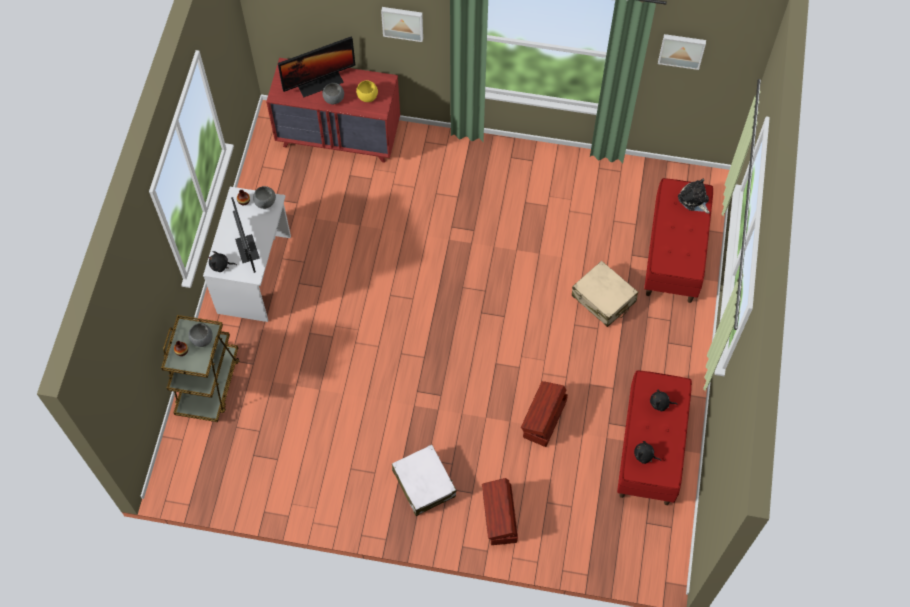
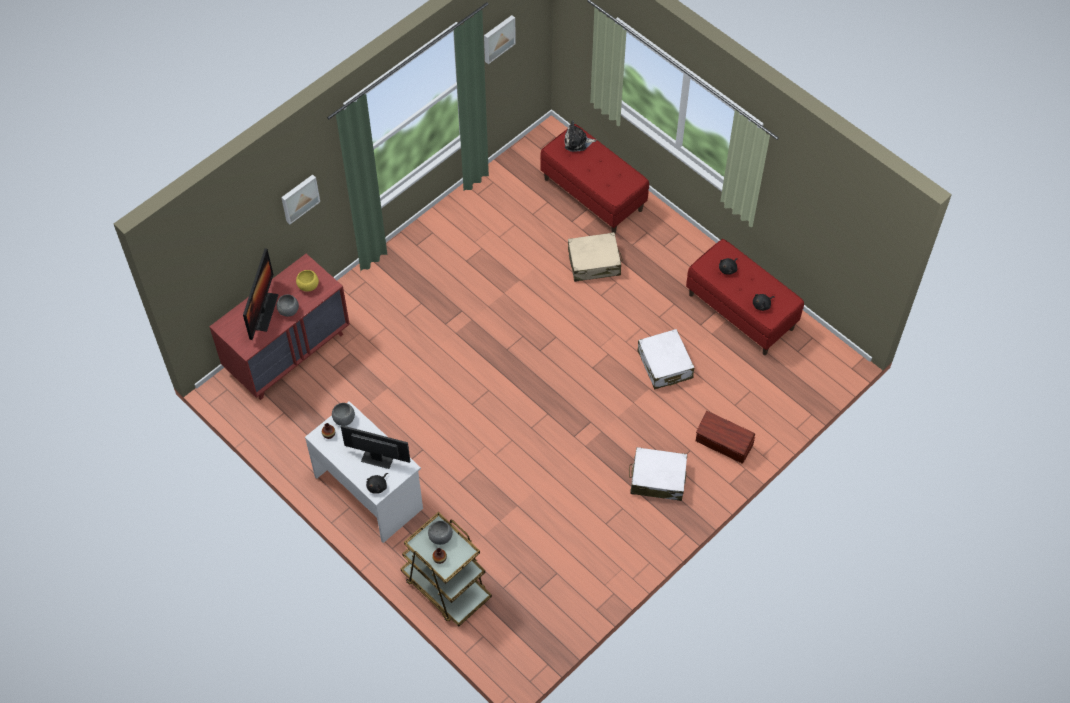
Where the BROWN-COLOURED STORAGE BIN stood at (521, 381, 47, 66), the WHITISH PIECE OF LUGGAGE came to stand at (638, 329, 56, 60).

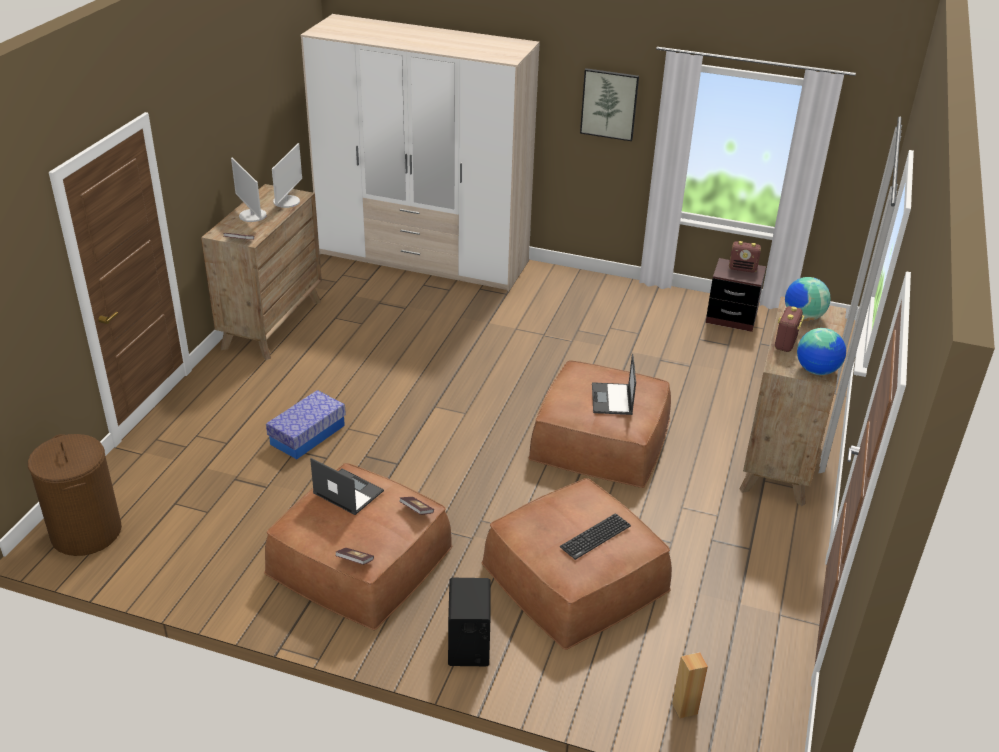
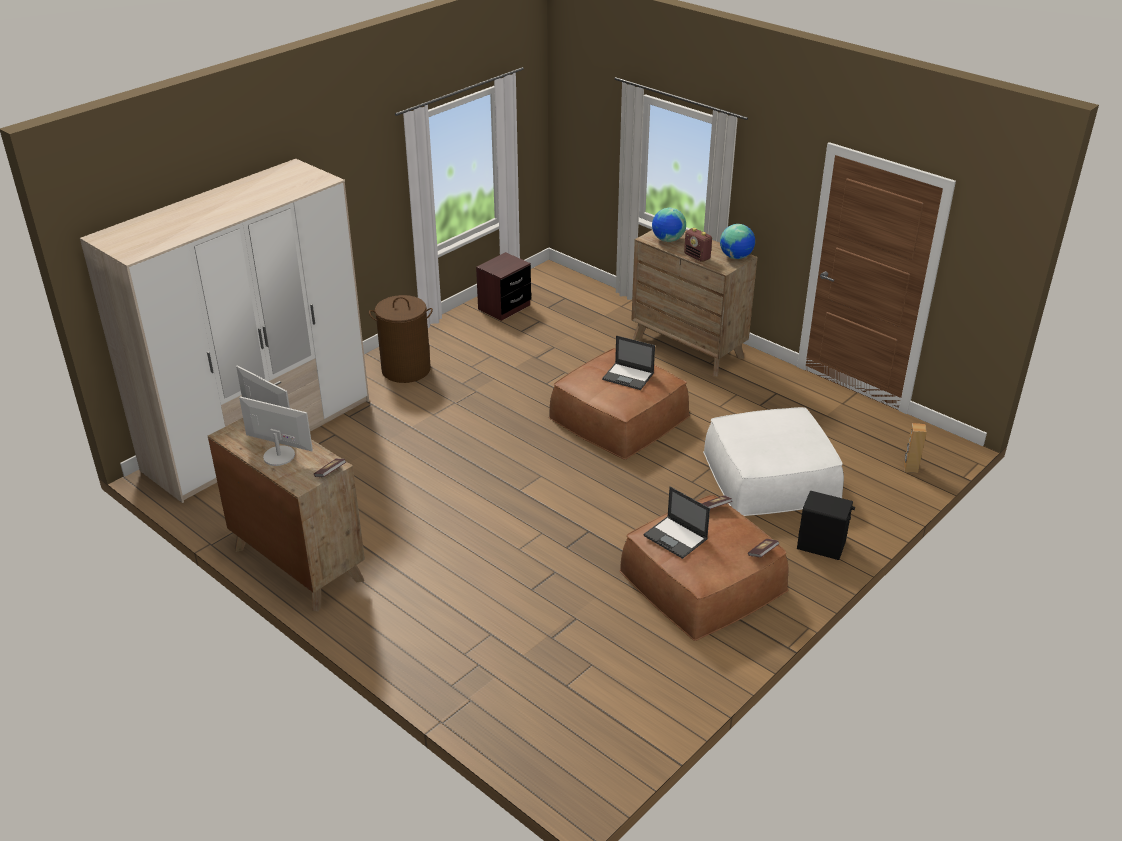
The COMPUTER SCREEN at (231, 158, 36, 64) ended up facing another way, 150 degrees counterclockwise from before.
The BROWN-COLOURED LAUNDRY BASKET ended up elsewhere, having gone from (28, 434, 94, 122) to (369, 295, 64, 88).
The NOTEBOOK COMPUTER at (310, 458, 74, 57) ended up facing another way, 105 degrees counterclockwise from before.
What was the BROWN-COLOURED FOOTREST at (481, 478, 191, 172) turned into the WHITISH FOOTREST at (703, 407, 141, 109).
The second view lost the STORAGE BIN at (266, 390, 80, 69).
The second view lost the PC KEYBOARD at (560, 513, 71, 47).
The second view lost the WALL ART at (580, 68, 59, 73).
The second view lost the RADIO at (729, 241, 32, 32).

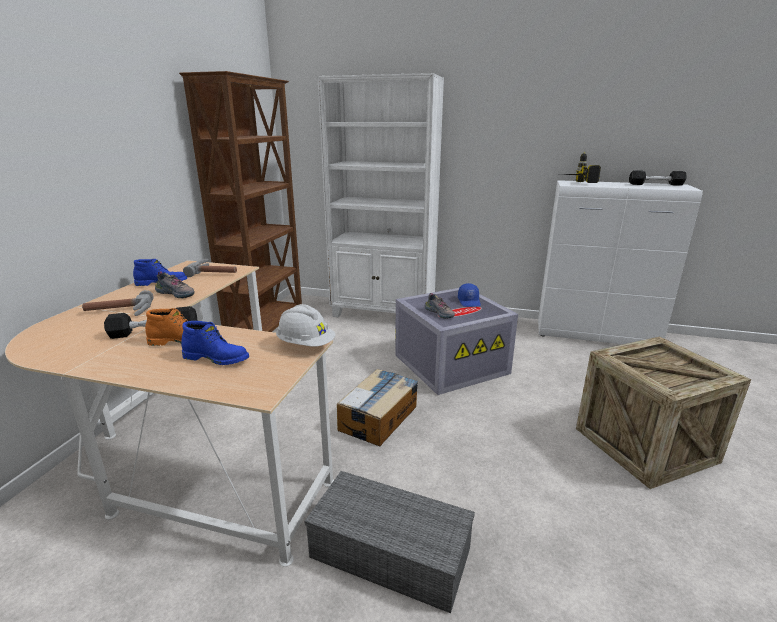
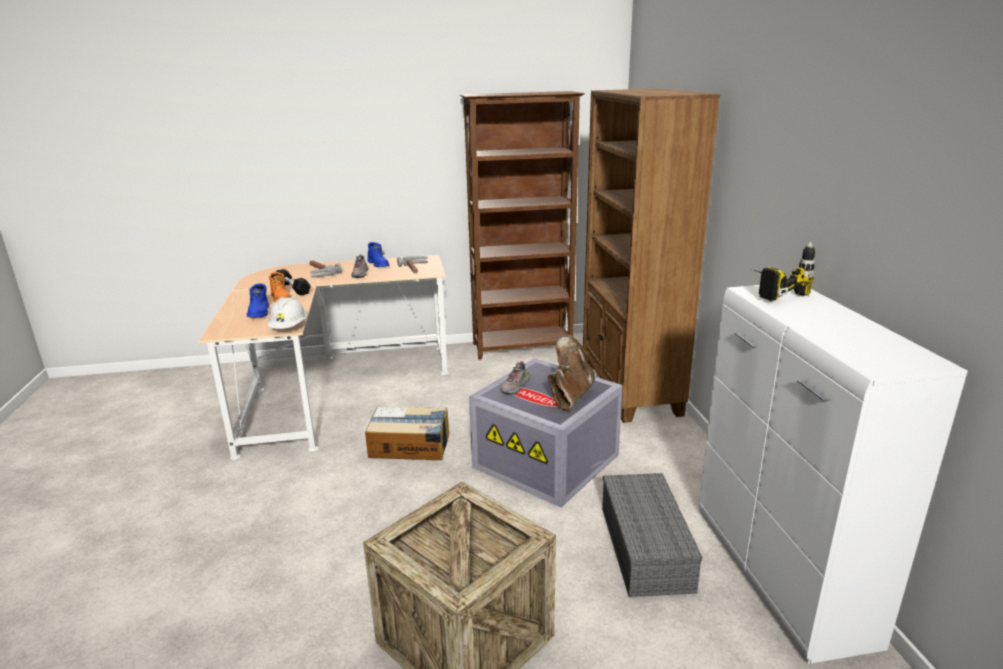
Where the BLUE-COLOURED CAP stood at (458, 283, 23, 24), the BROWN-COLOURED HIGH-TOP BOOT came to stand at (548, 334, 47, 77).
What was the WHITISH BOOKSHELF at (317, 73, 127, 244) turned into the BROWN-COLOURED BOOKSHELF at (583, 89, 137, 334).
The GREYISH STORAGE BIN ended up elsewhere, having gone from (304, 471, 171, 142) to (602, 473, 101, 124).
The second view lost the BLACK-COLOURED HAND WEIGHT at (629, 170, 57, 16).

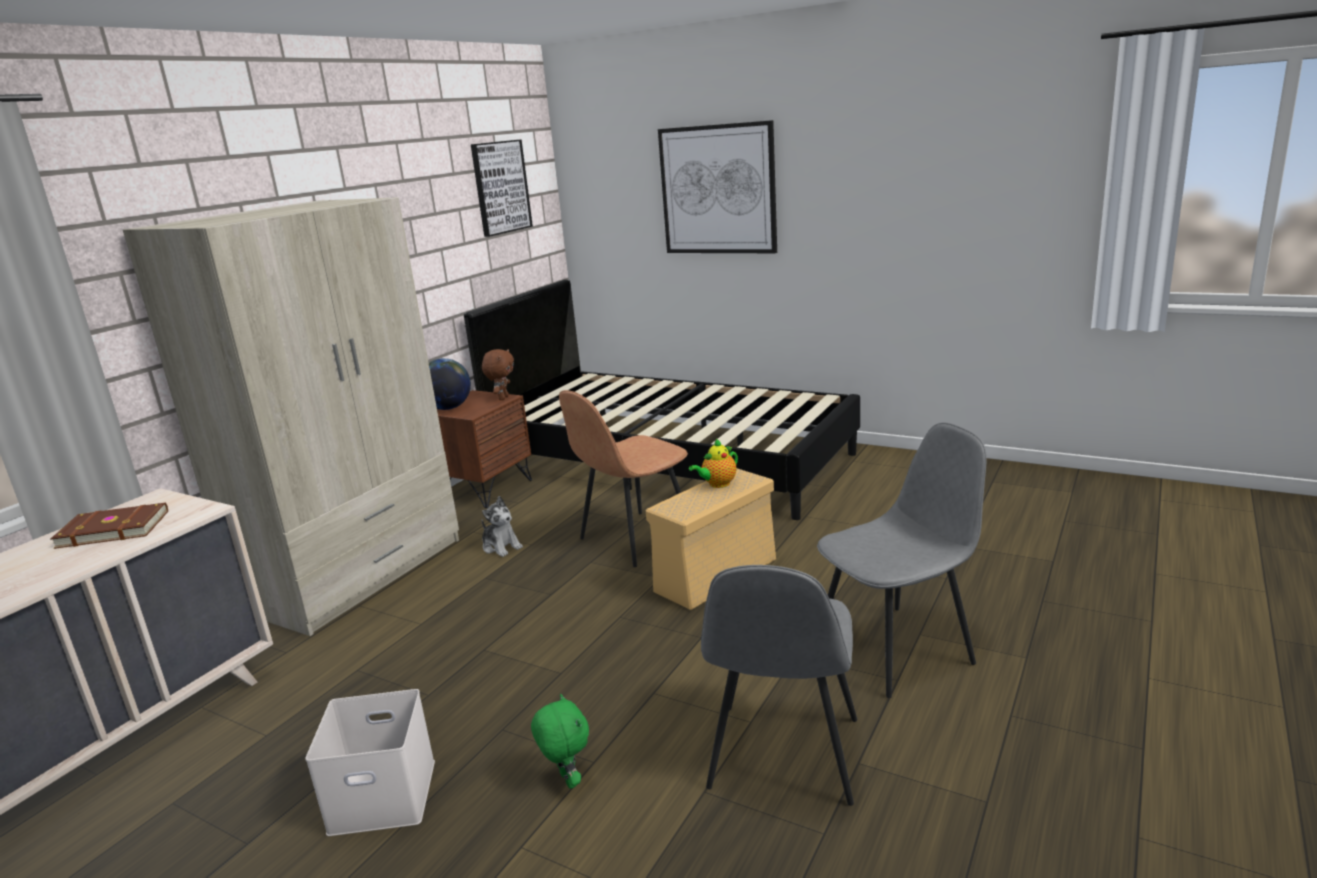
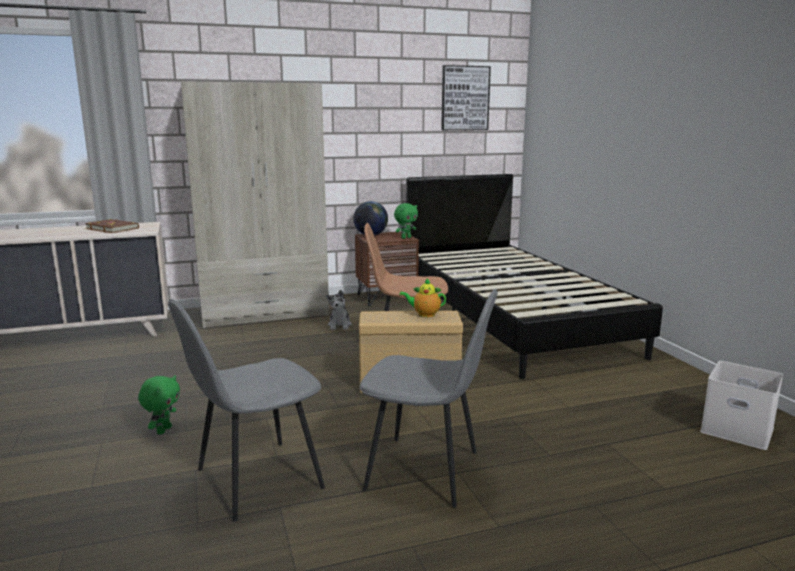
What was the BROWN-COLOURED CUDDLY TOY at (482, 349, 32, 51) turned into the GREEN-COLOURED CUDDLY TOY at (394, 203, 24, 36).
The WHITISH STORAGE BIN ended up elsewhere, having gone from (305, 689, 130, 147) to (700, 361, 83, 89).
The second view lost the WALL ART at (658, 120, 119, 133).

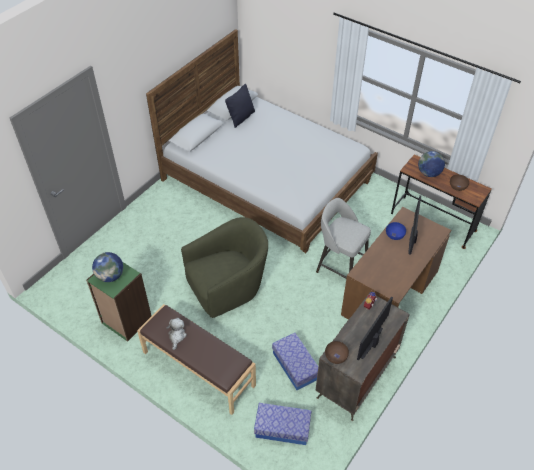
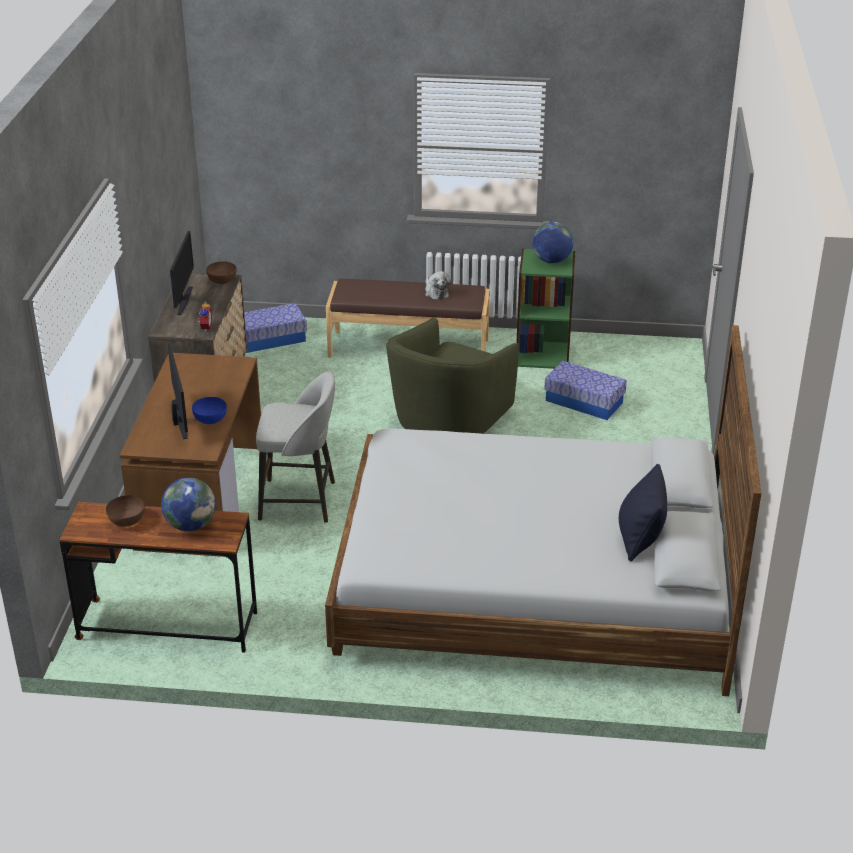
The STORAGE BIN ended up elsewhere, having gone from (272, 333, 46, 57) to (544, 361, 83, 59).

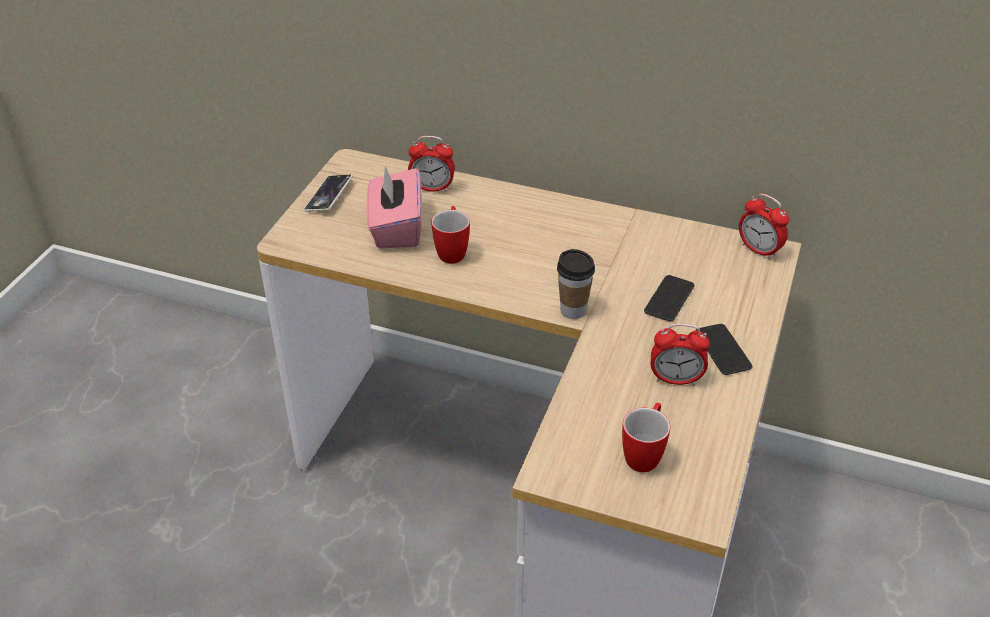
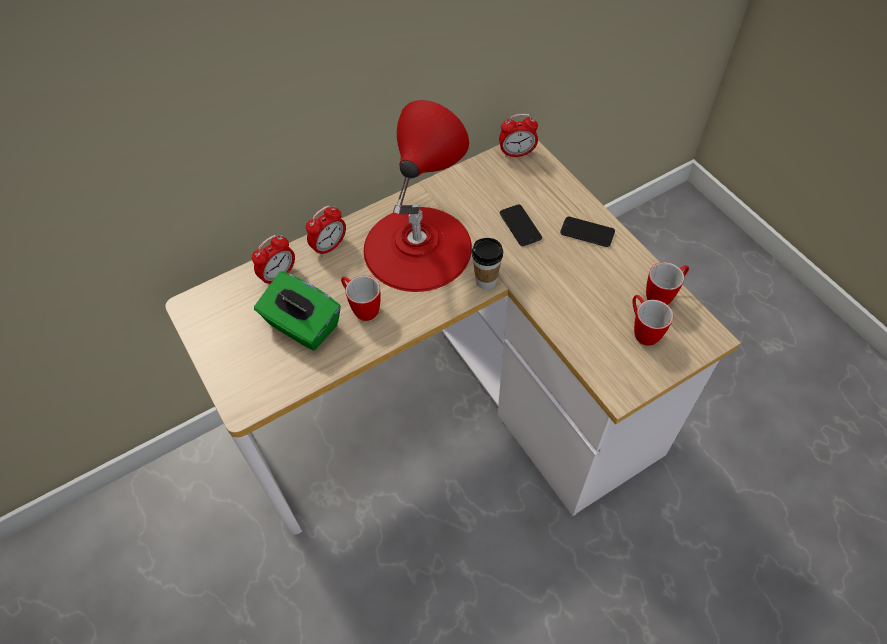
What was the PINKISH TISSUE HOLDER at (366, 166, 56, 82) turned into the GREEN-COLOURED TISSUE HOLDER at (254, 271, 87, 80).
The ALARM CLOCK ended up elsewhere, having gone from (651, 323, 59, 62) to (306, 205, 40, 52).
The second view gained the REDDISH LAMP FOR A TABLE at (364, 100, 108, 192).
The second view gained the MUG at (646, 262, 43, 43).
The second view lost the HANDSET at (304, 175, 49, 37).

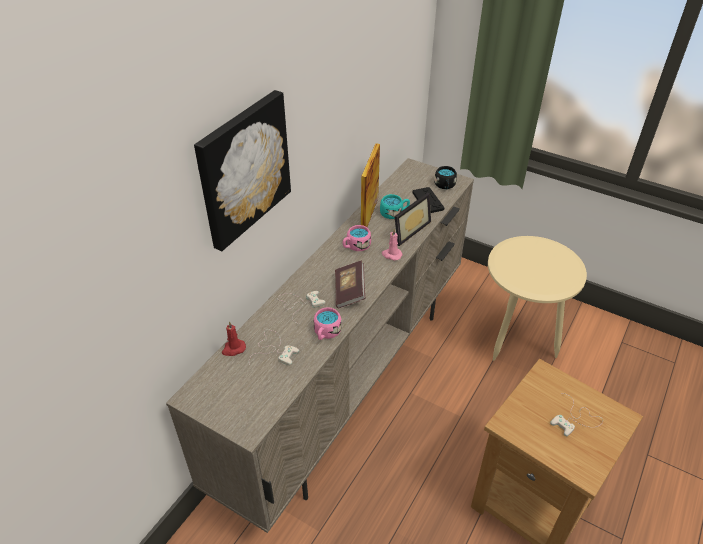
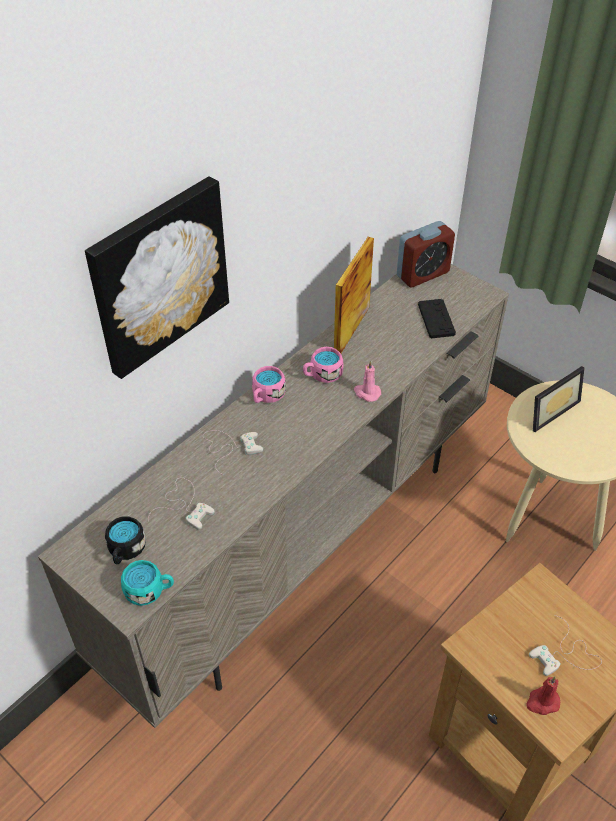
The BLACK-COLOURED MUG ended up elsewhere, having gone from (434, 166, 23, 23) to (105, 516, 41, 48).
The TURQUOISE MUG ended up elsewhere, having gone from (380, 194, 30, 25) to (121, 560, 53, 46).
The PINKISH MUG ended up elsewhere, having gone from (313, 307, 29, 33) to (252, 366, 34, 37).
The second view gained the ALARM CLOCK at (397, 221, 58, 66).
The REDDISH CANDLE ended up elsewhere, having gone from (222, 321, 24, 35) to (526, 676, 34, 39).
The PHOTO FRAME ended up elsewhere, having gone from (394, 193, 37, 53) to (533, 366, 51, 66).
The second view lost the BOUND BOOK at (335, 260, 30, 49).

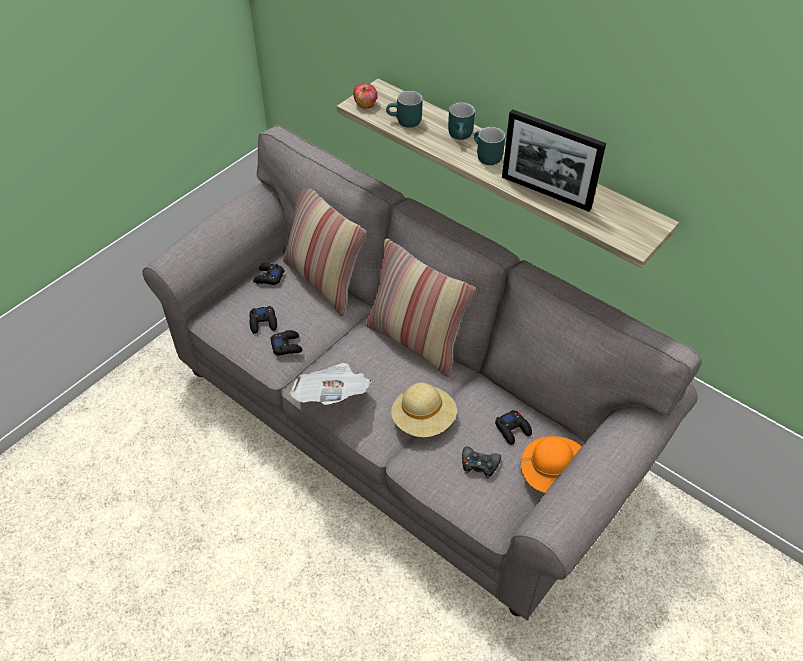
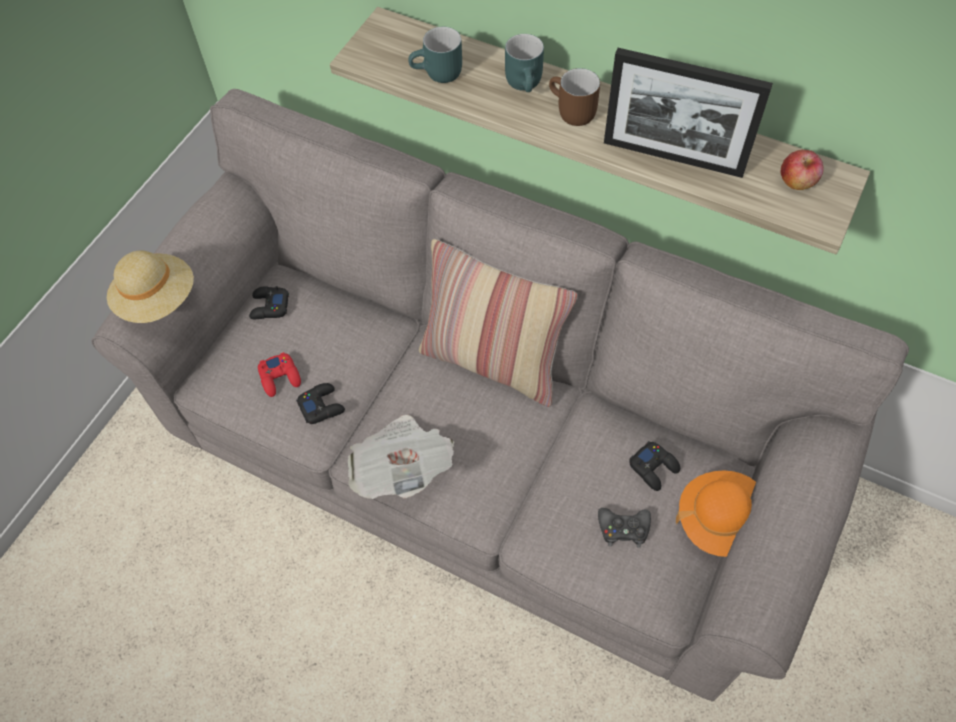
The SAND-COLOURED WEARABLE HAT ended up elsewhere, having gone from (391, 383, 66, 54) to (107, 250, 87, 73).
What was the BLACK-COLOURED GAMEPAD at (249, 306, 28, 28) turned into the REDDISH GAMEPAD at (258, 352, 43, 45).
What was the TURQUOISE MUG at (474, 127, 31, 38) turned into the BROWN-COLOURED MUG at (549, 68, 51, 58).
The APPLE ended up elsewhere, having gone from (353, 83, 25, 26) to (780, 150, 44, 40).
The second view lost the THROW PILLOW at (283, 188, 84, 128).

